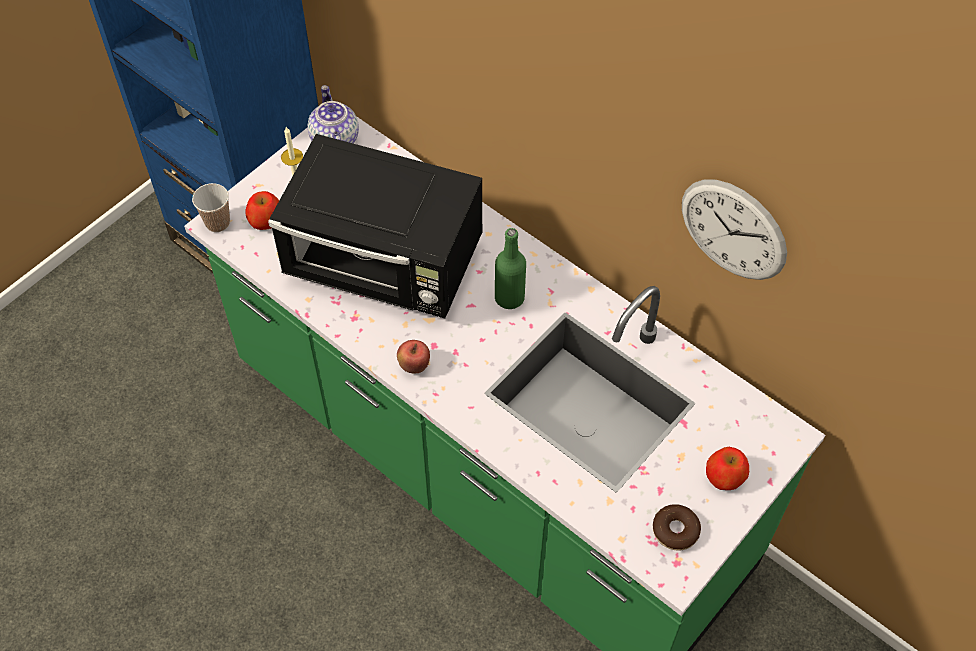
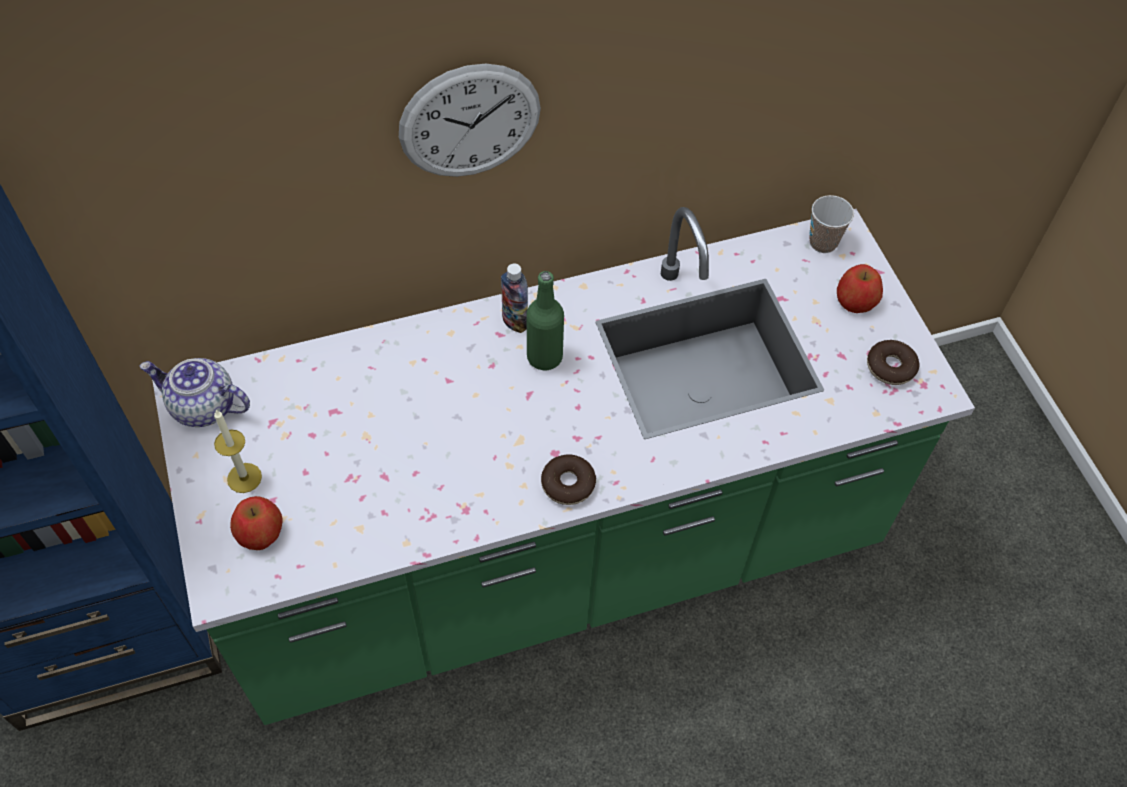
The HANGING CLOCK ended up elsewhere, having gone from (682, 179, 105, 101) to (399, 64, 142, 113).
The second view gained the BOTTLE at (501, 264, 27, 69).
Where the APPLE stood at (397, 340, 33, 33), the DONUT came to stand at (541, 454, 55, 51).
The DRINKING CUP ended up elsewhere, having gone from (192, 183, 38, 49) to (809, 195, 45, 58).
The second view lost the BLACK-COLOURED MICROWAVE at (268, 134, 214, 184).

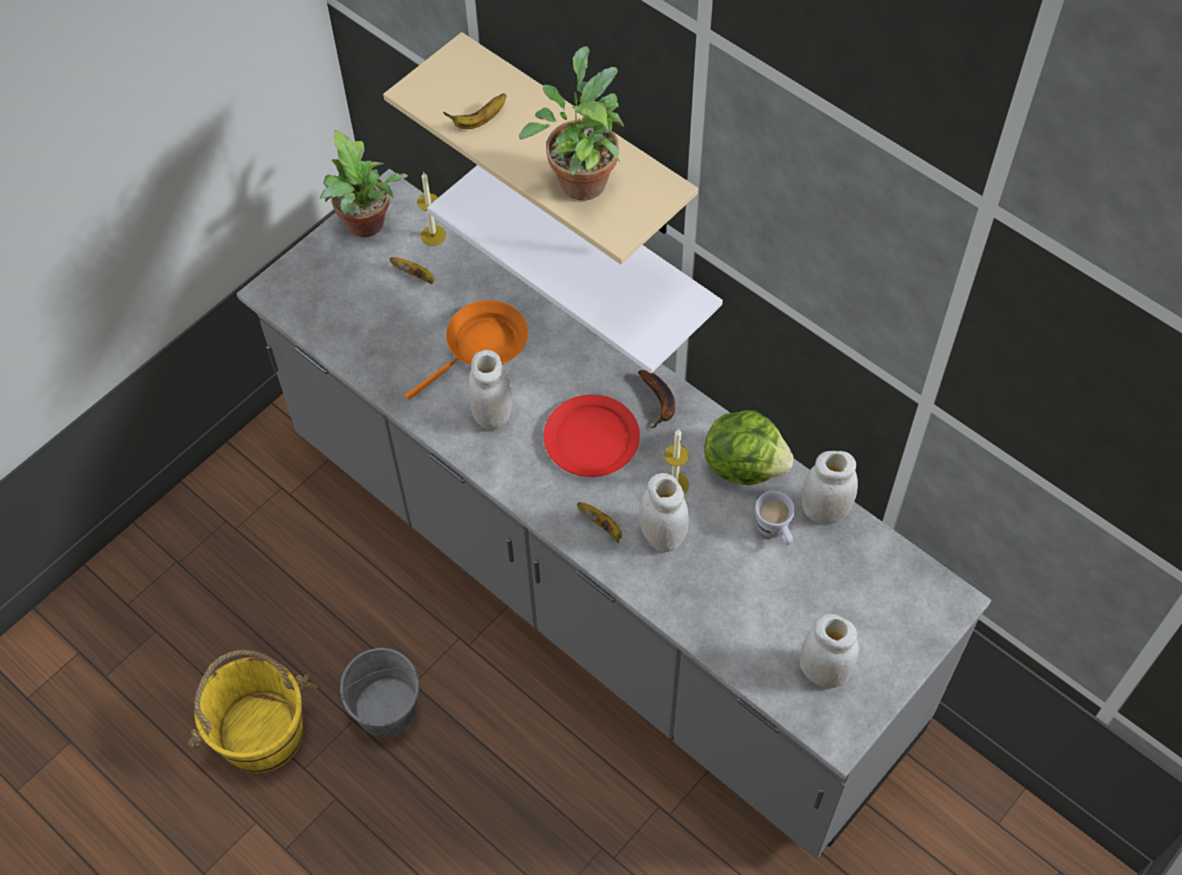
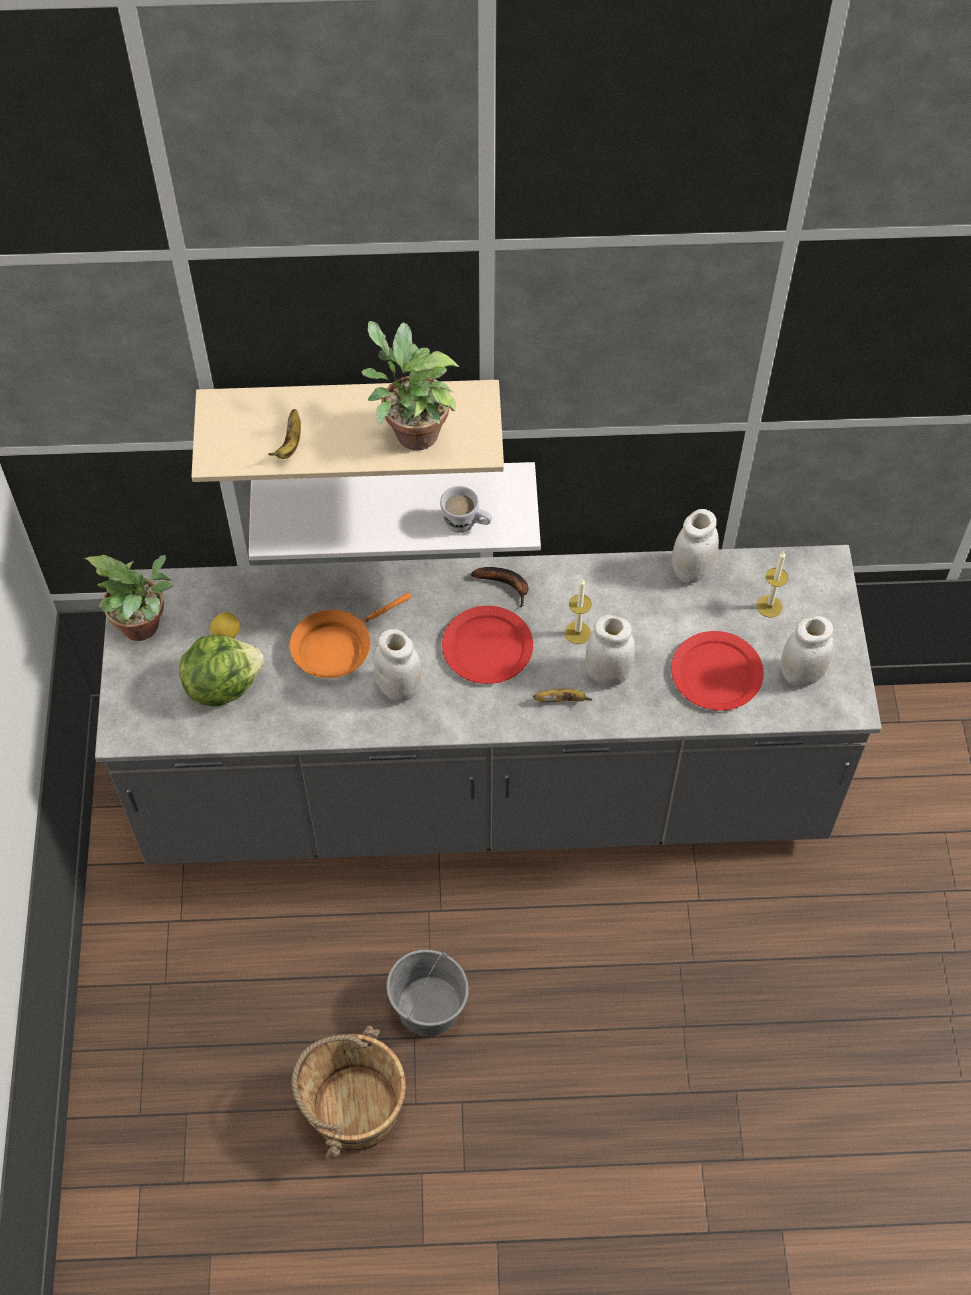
The LETTUCE HEAD ended up elsewhere, having gone from (704, 410, 89, 75) to (179, 635, 85, 72).
Where the BANANA FRUIT stood at (390, 257, 45, 27), the WHOLE LEMON came to stand at (210, 612, 30, 26).
The ORANGEY SKILLET at (405, 300, 123, 100) ended up facing another way, 135 degrees counterclockwise from before.
What was the YELLOWISH WATER BUCKET at (188, 650, 129, 123) turned into the BROWN-COLOURED WATER BUCKET at (291, 1025, 115, 135).
The WHITISH MUG ended up elsewhere, having gone from (755, 491, 40, 54) to (440, 486, 52, 47).
The second view gained the REDDISH FLAT DISH at (671, 631, 93, 80).
The CANDLE ended up elsewhere, having gone from (417, 172, 29, 74) to (756, 551, 32, 67).

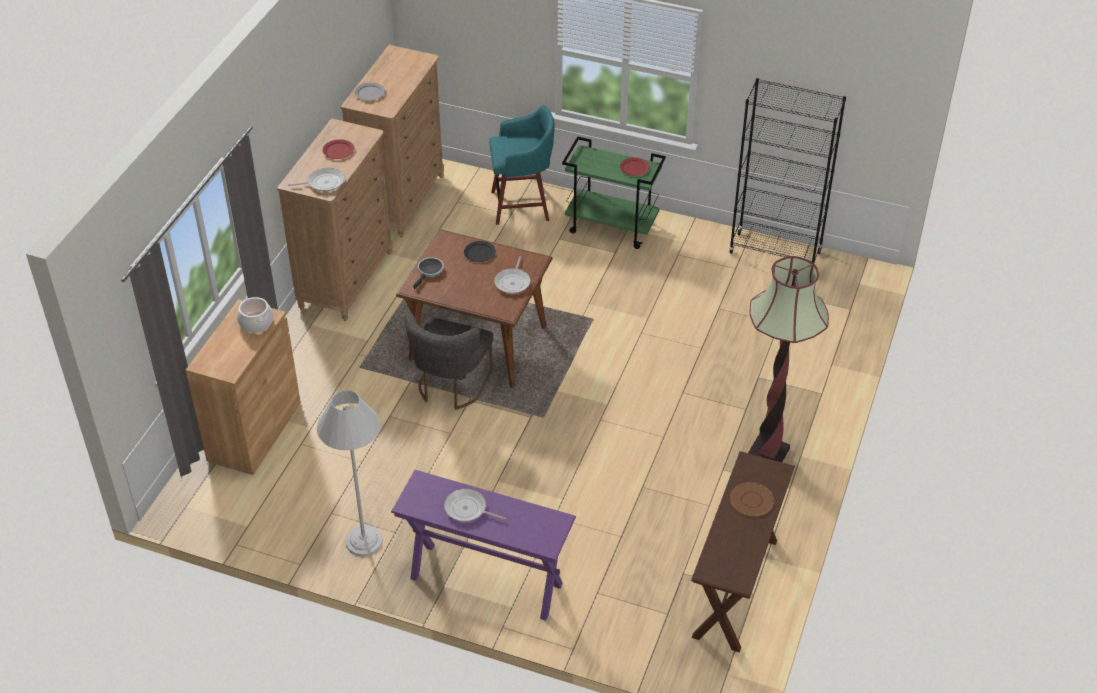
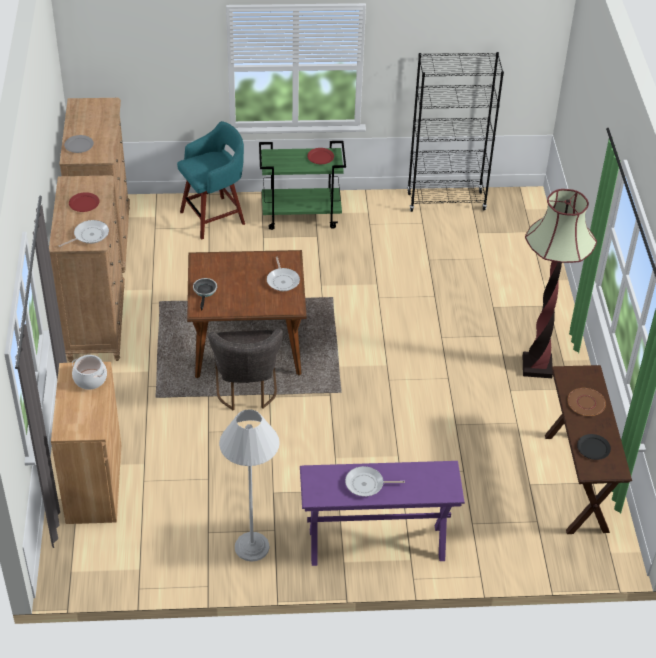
The BLACK-COLOURED FLAT DISH ended up elsewhere, having gone from (464, 241, 32, 21) to (577, 434, 34, 26).

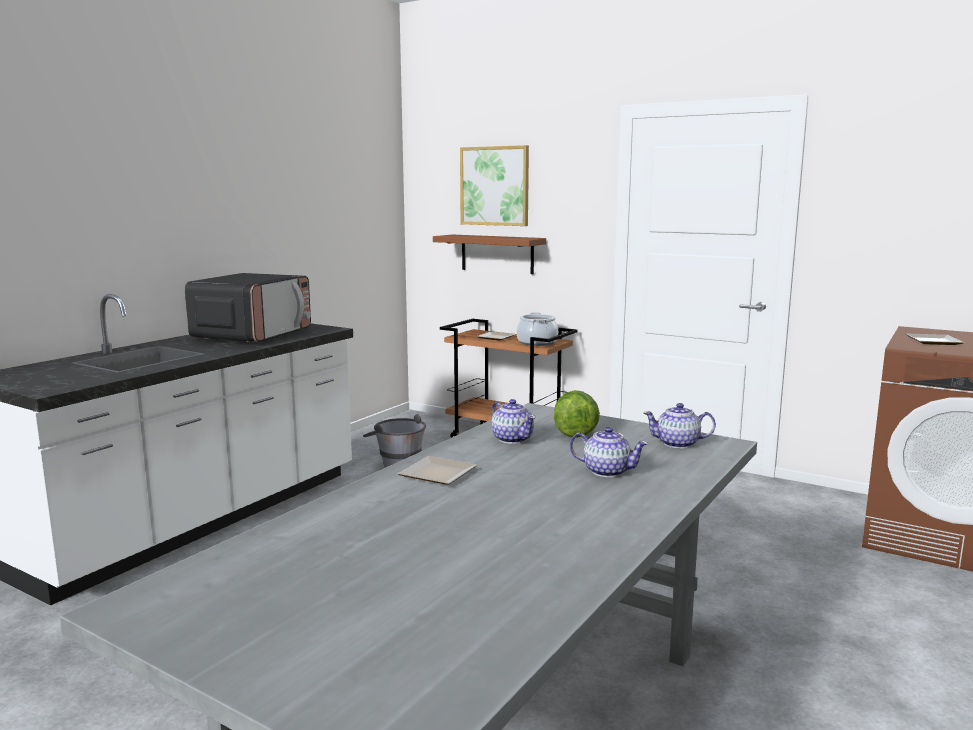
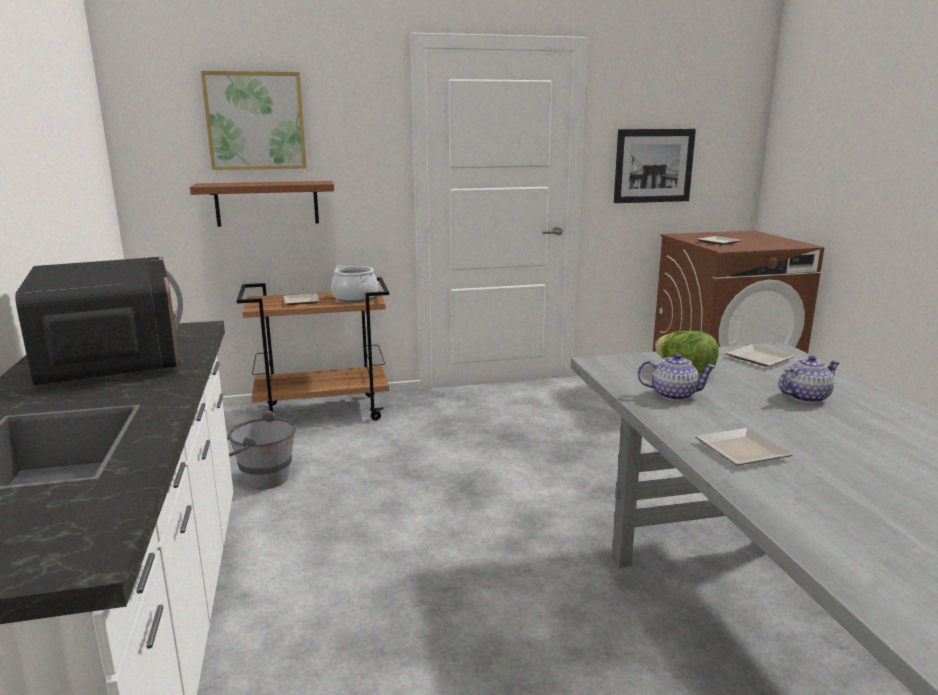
The second view gained the WALL ART at (614, 129, 82, 74).
Where the TEAPOT stood at (643, 403, 73, 46), the FLAT DISH came to stand at (726, 344, 69, 22).

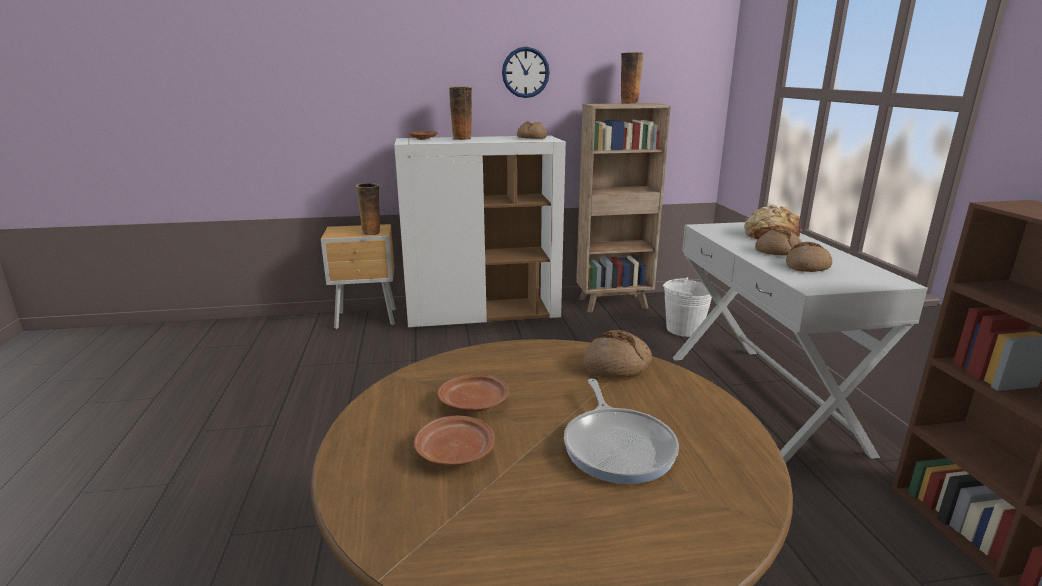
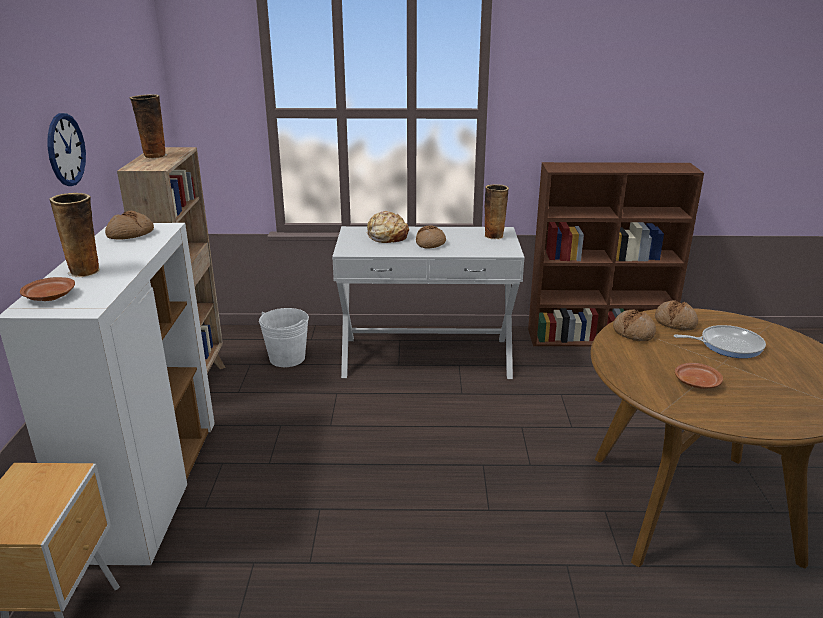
The VASE ended up elsewhere, having gone from (356, 183, 25, 53) to (484, 184, 25, 55).
The BAKERY BREAD ended up elsewhere, having gone from (786, 242, 46, 30) to (655, 300, 43, 31).
The second view lost the BROWN-COLOURED FLAT DISH at (414, 416, 81, 50).

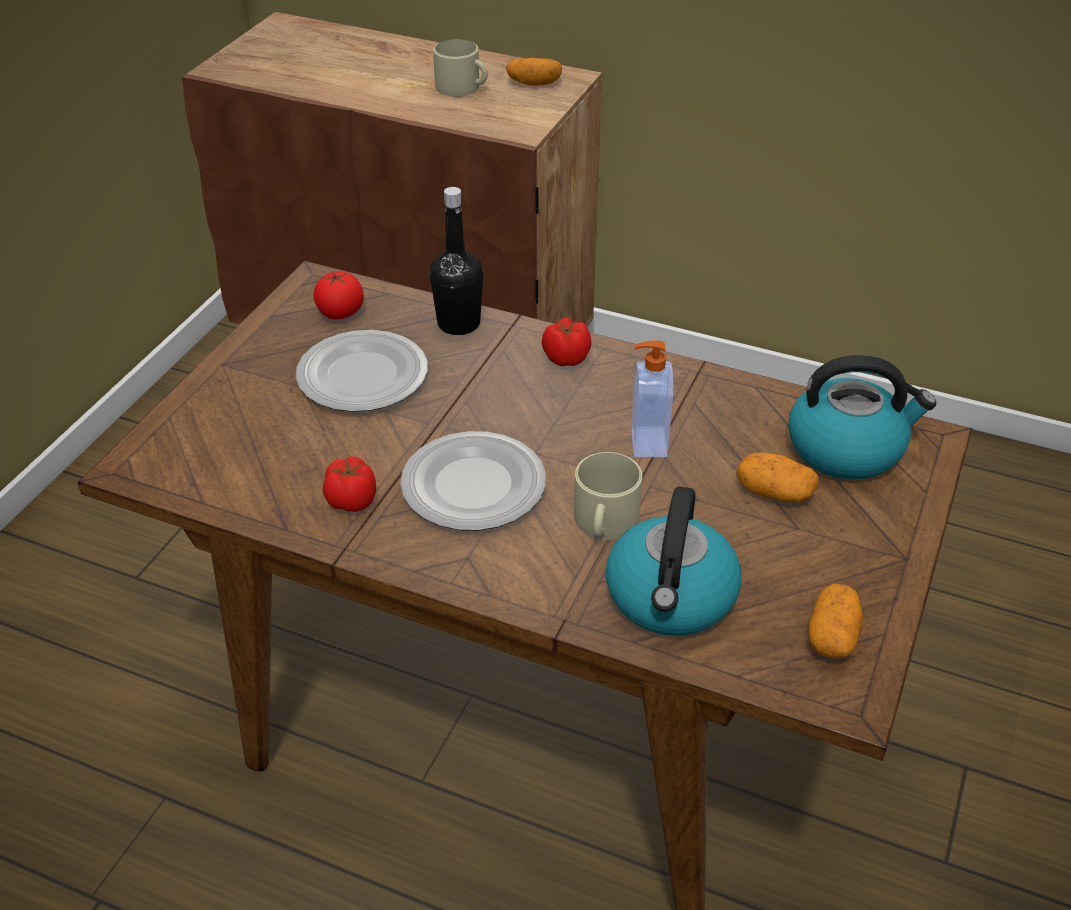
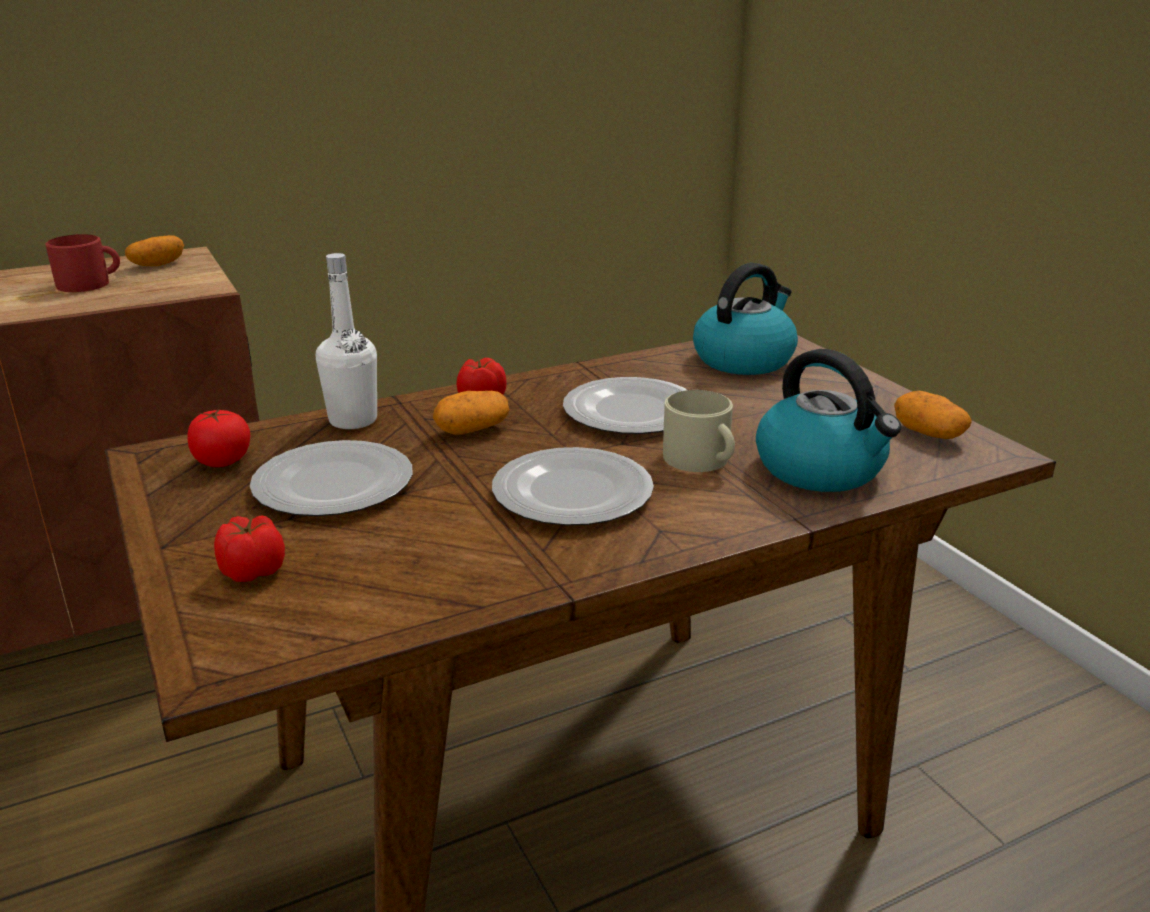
What was the SAND-COLOURED MUG at (433, 39, 55, 58) turned into the REDDISH MUG at (45, 234, 75, 58).
The TOMATO ended up elsewhere, having gone from (323, 456, 53, 56) to (214, 516, 71, 66).
What was the BLACK-COLOURED BOTTLE at (430, 187, 53, 148) turned into the WHITISH BOTTLE at (316, 253, 61, 176).
The WHOLE POTATO ended up elsewhere, having gone from (736, 452, 82, 50) to (433, 391, 77, 44).
Where the LIQUID SOAP BOTTLE stood at (631, 340, 42, 117), the FLAT DISH came to stand at (563, 377, 124, 57).

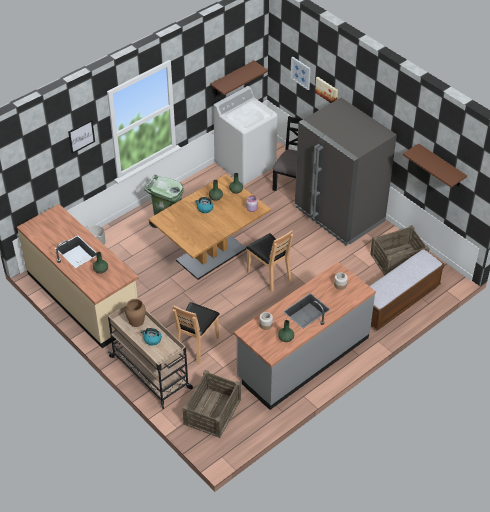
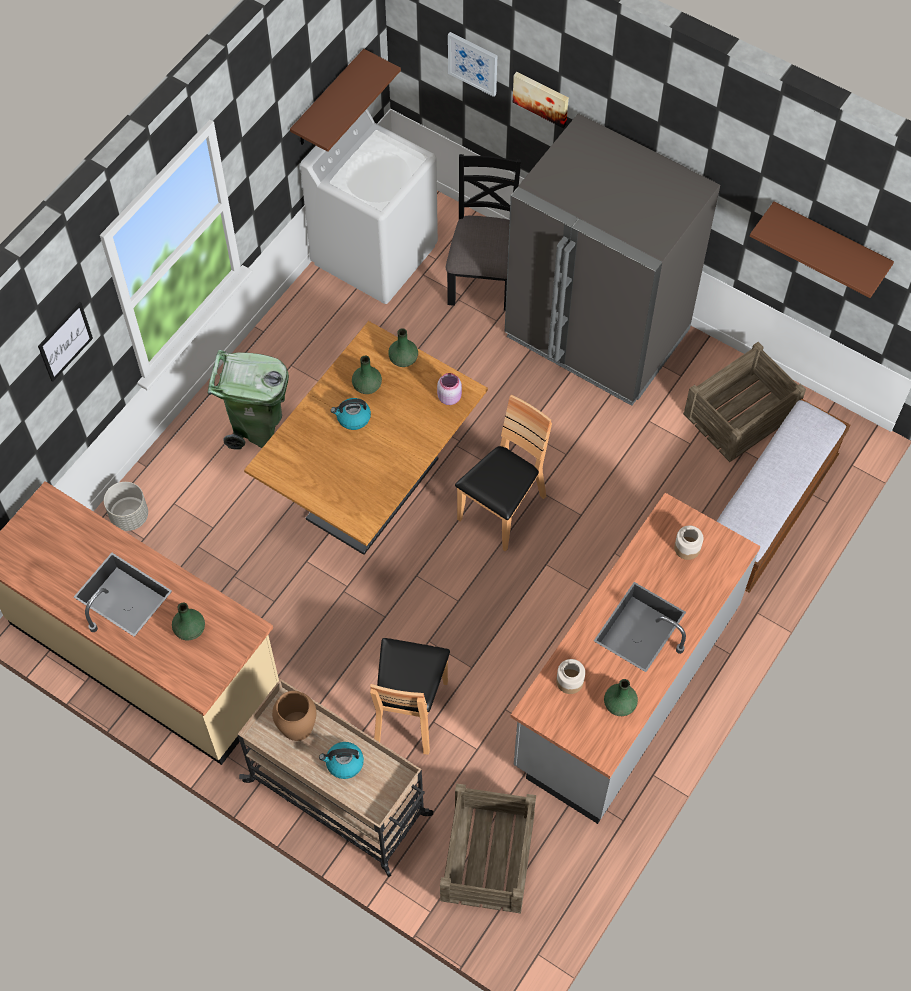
The BROWN-COLOURED CHAIR at (246, 230, 47, 62) ended up facing another way, 90 degrees counterclockwise from before.

